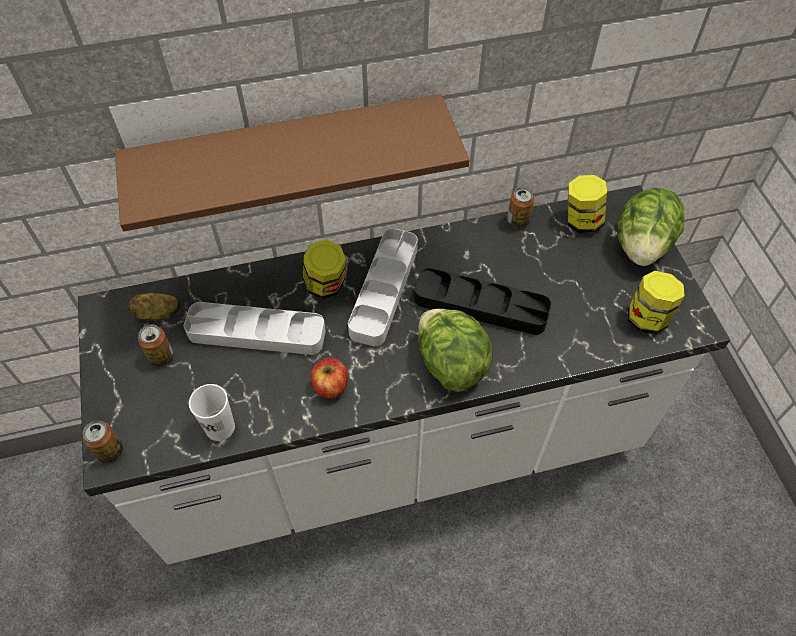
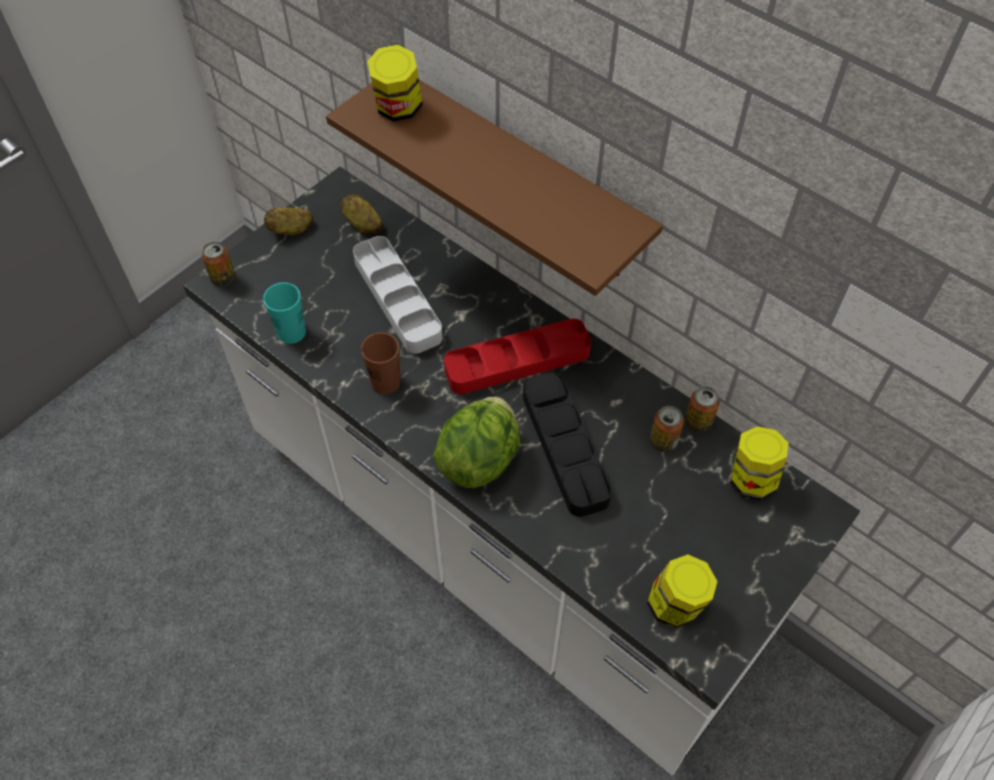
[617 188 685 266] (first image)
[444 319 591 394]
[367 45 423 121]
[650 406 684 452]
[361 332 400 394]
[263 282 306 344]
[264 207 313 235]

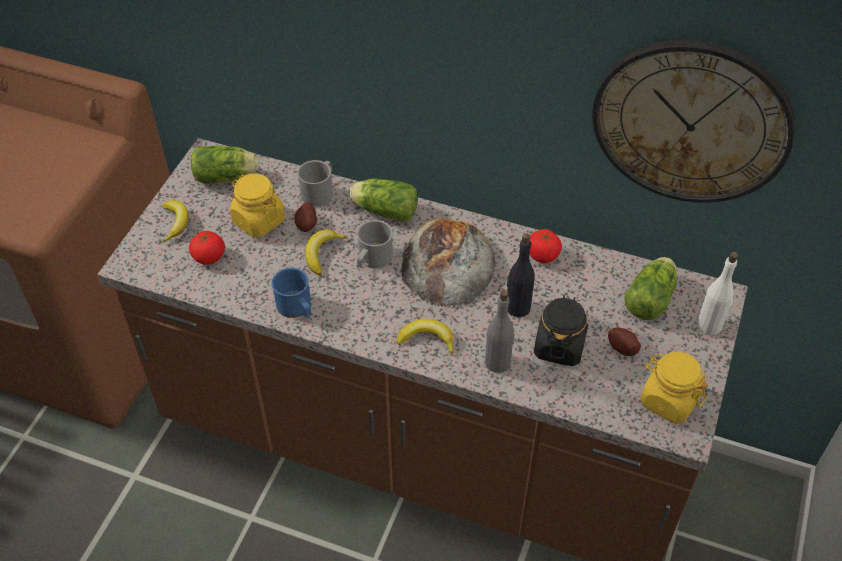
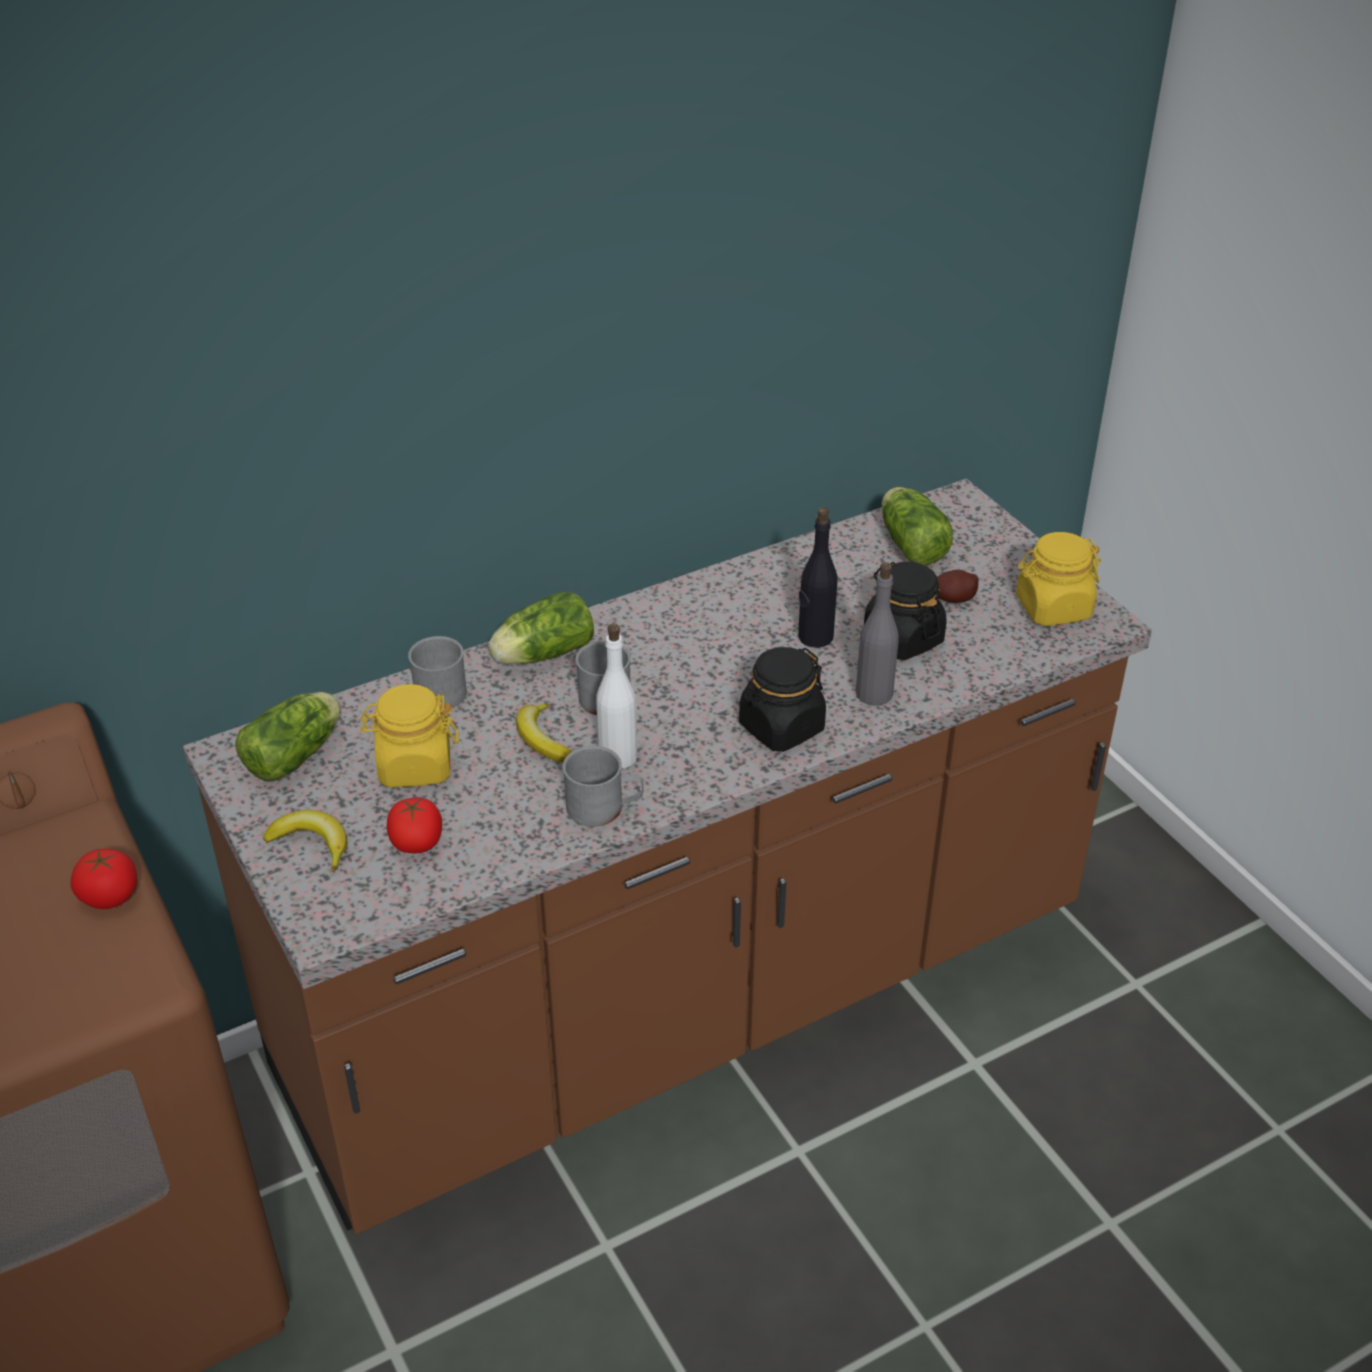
[592 39 795 203] (first image)
[294 202 317 232] (first image)
[401 218 495 308] (first image)
[71 849 137 909]
[596 623 637 769]
[563 746 643 827]
[739 647 826 752]

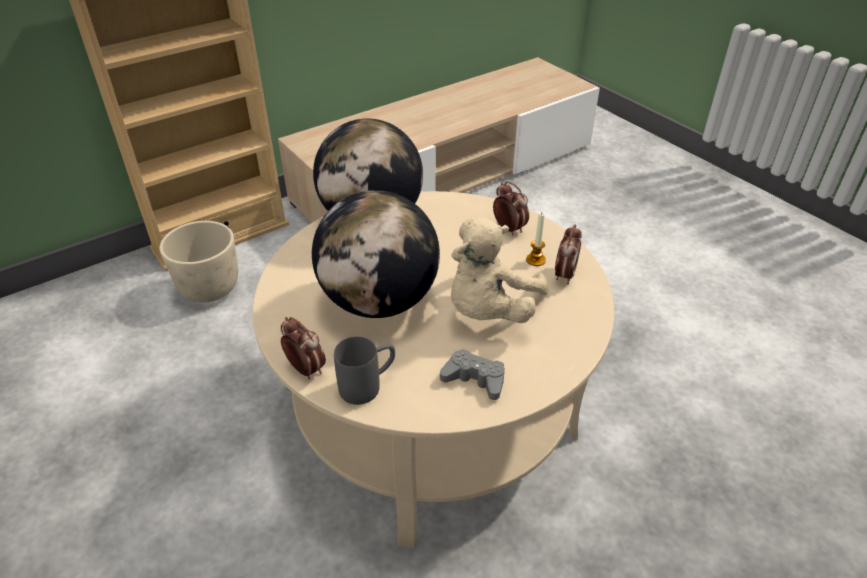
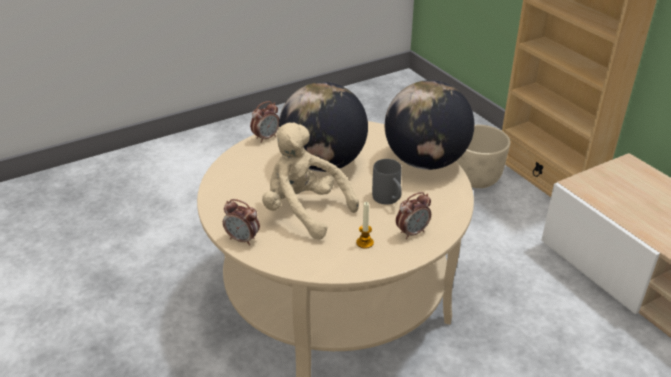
[223 199 260 246]
[372 159 402 205]
[440 349 505 400] (first image)

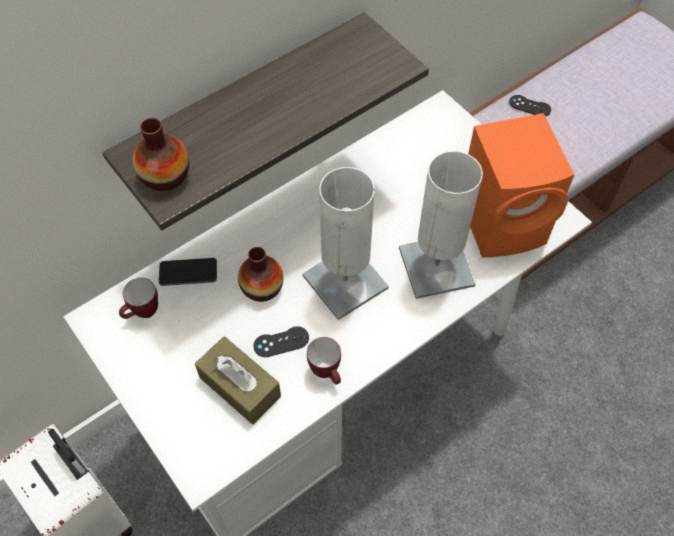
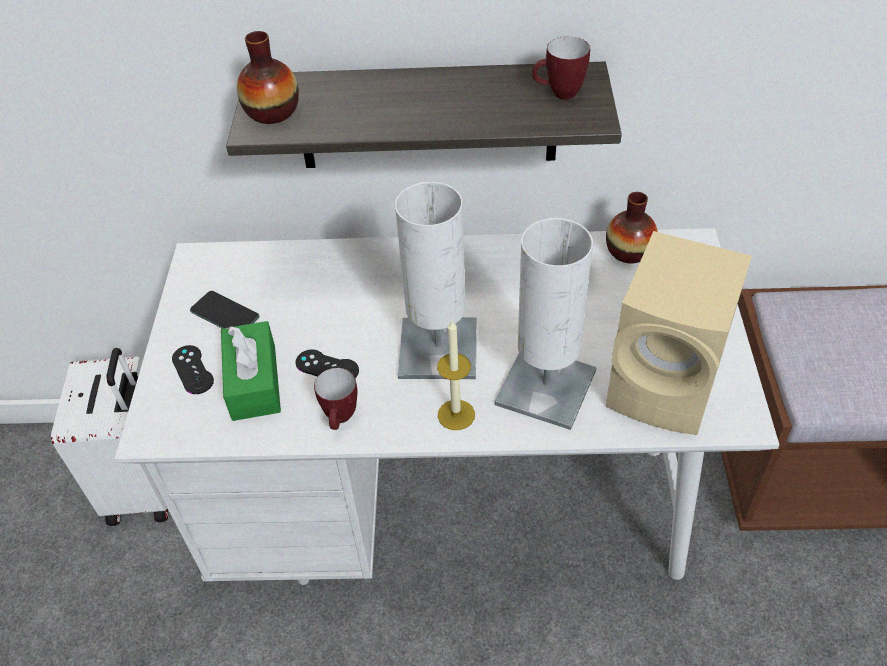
[172 345 214 394]
[606 231 752 435]
[606 192 658 264]
[190 291 259 328]
[532 36 590 100]
[221 321 281 421]
[437 321 475 430]

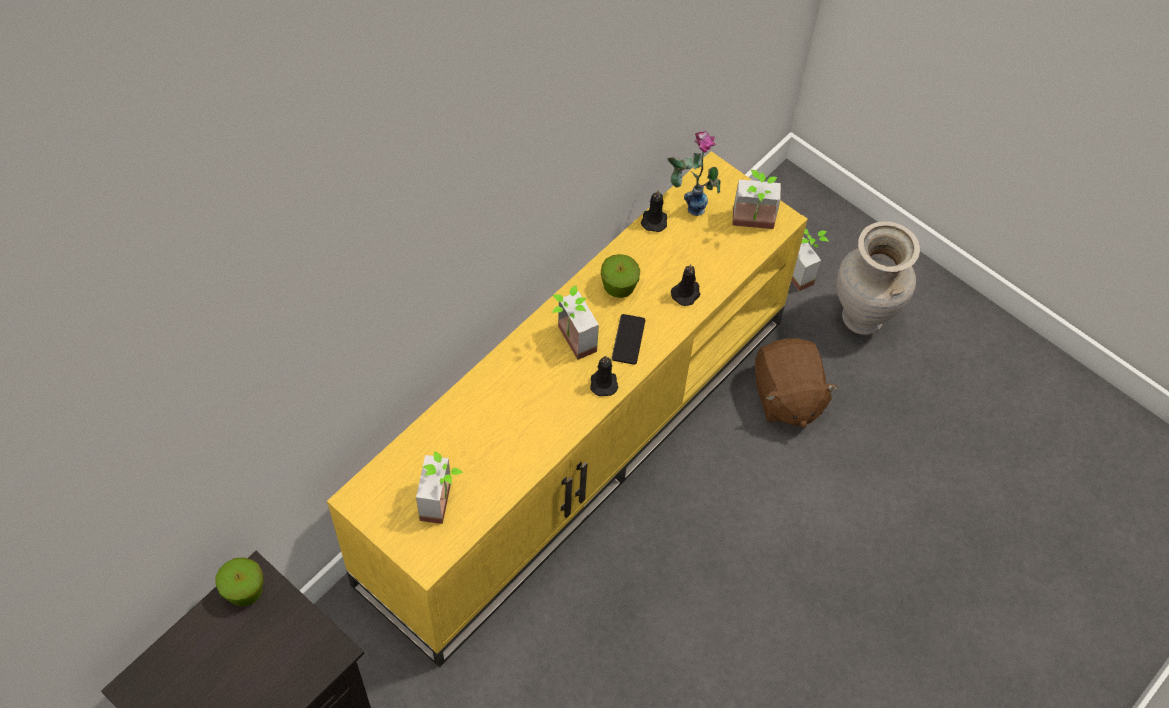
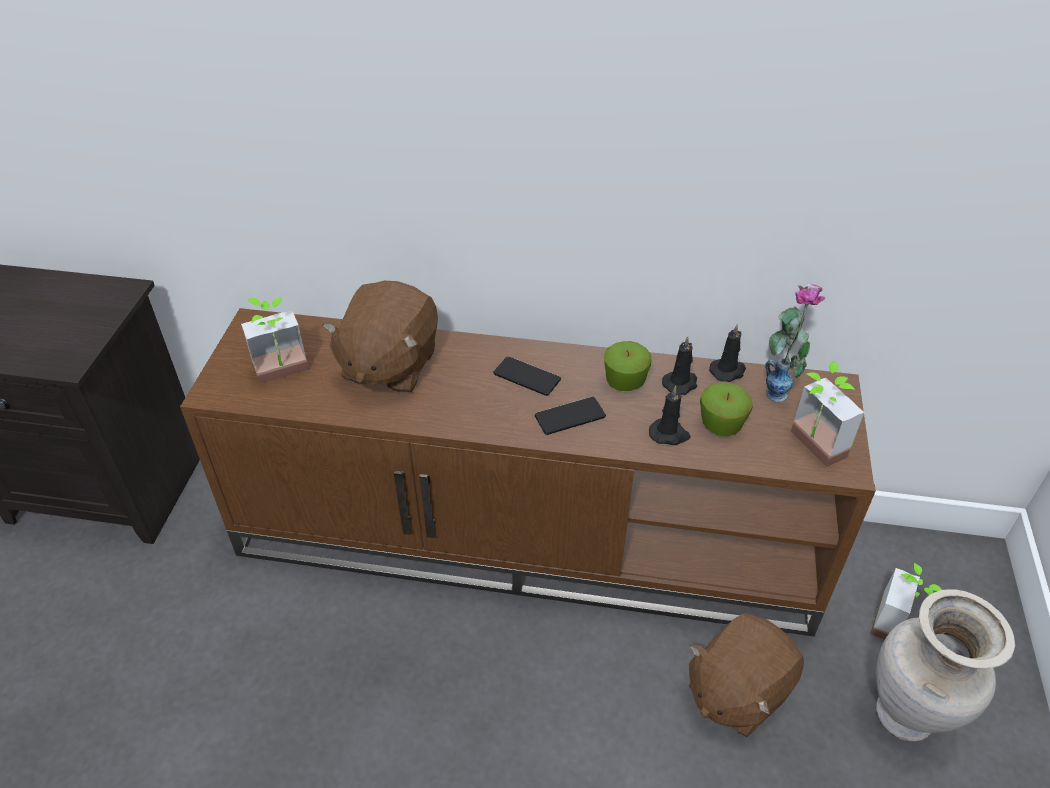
[180 308 876 636]
[493 356 561 396]
[662 336 697 395]
[700 383 753 436]
[322 281 438 394]

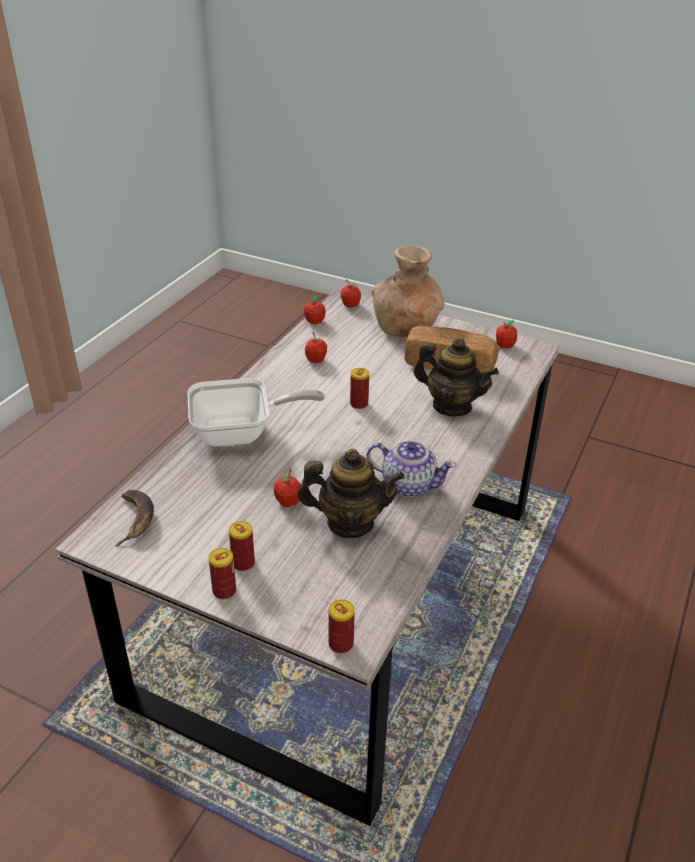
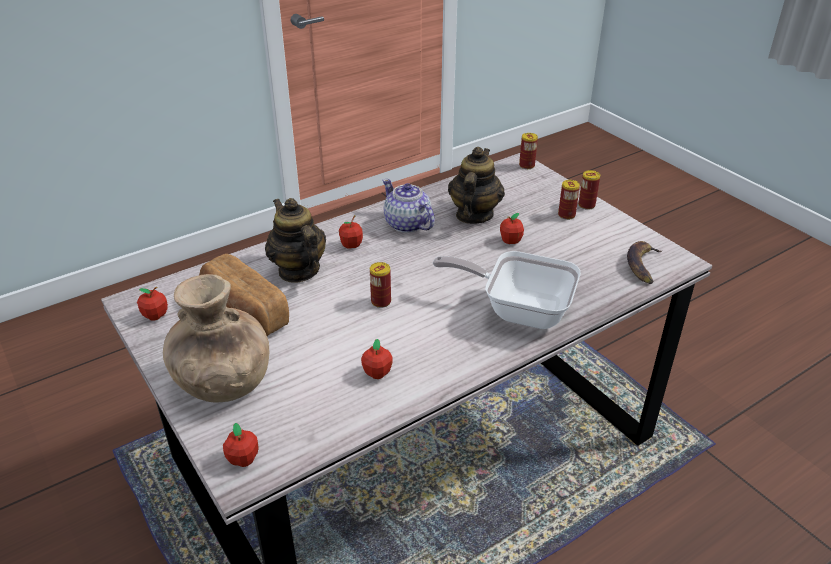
[339 215 363 249]
[448 147 505 224]

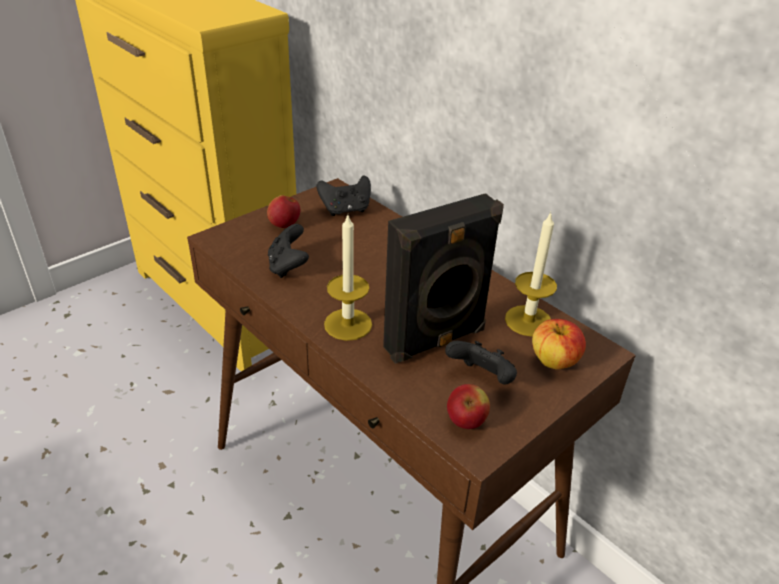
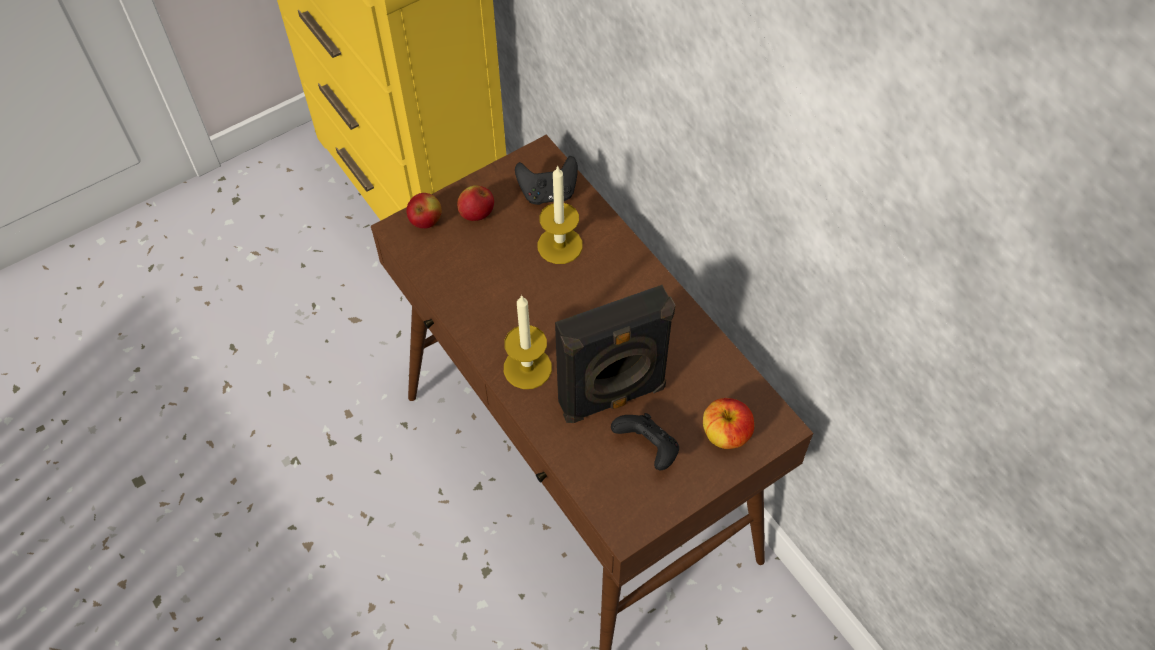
[538 165 583 264]
[268 224 309 278] (first image)
[406 193 442 229]

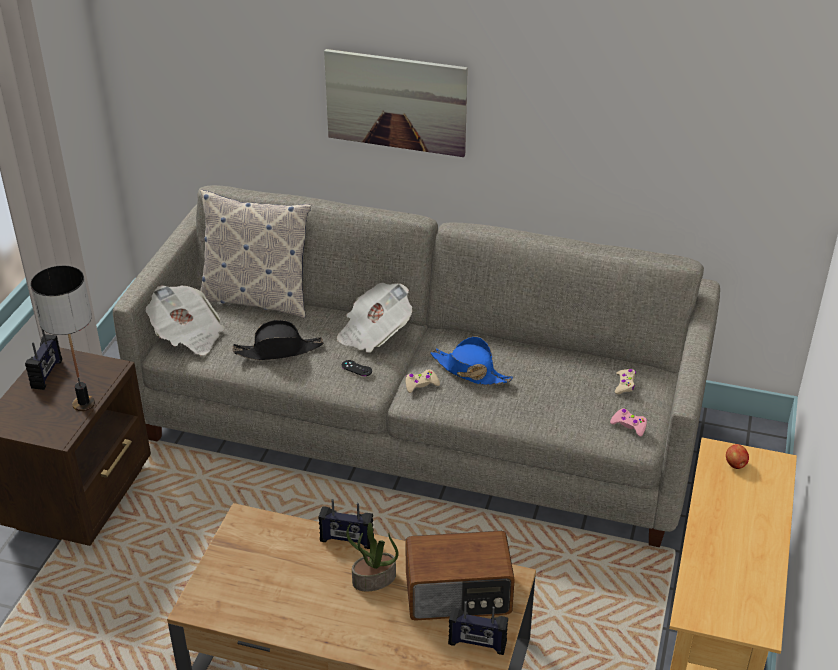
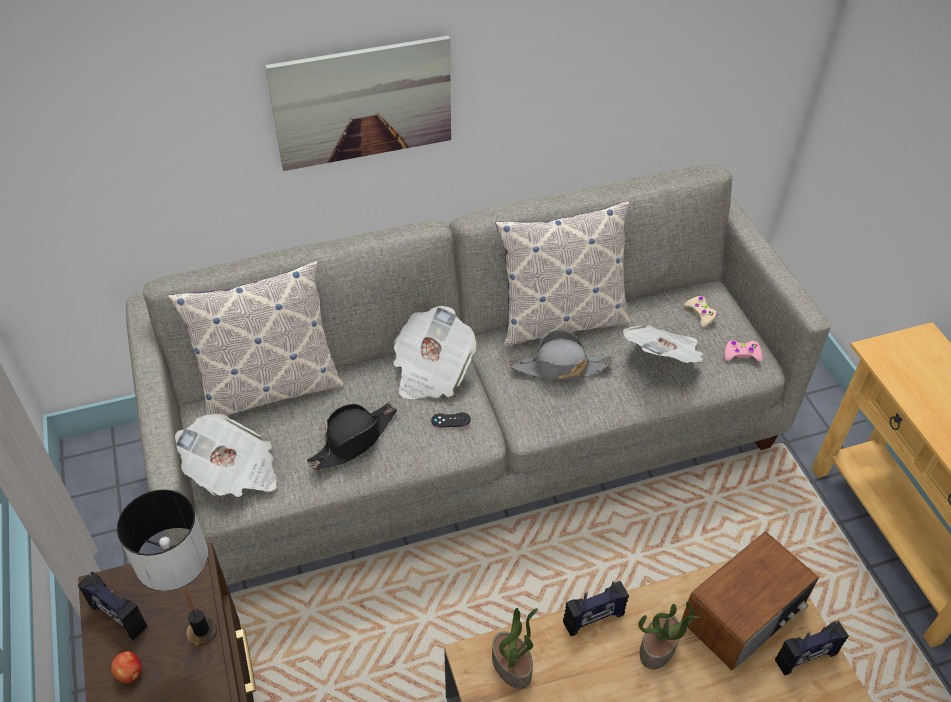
[78 571 148 640]
[509 330 613 380]
[406 369 440 393] (first image)
[111 651 142 684]
[495 201 630 348]
[623 325 704 363]
[492 608 538 689]

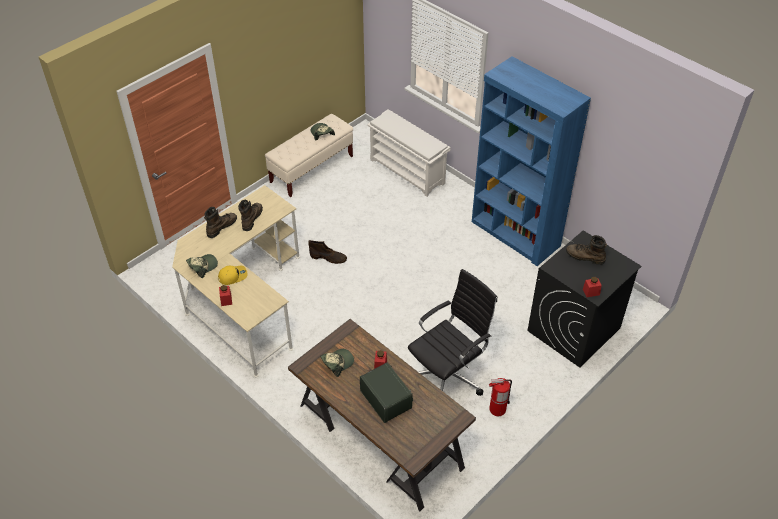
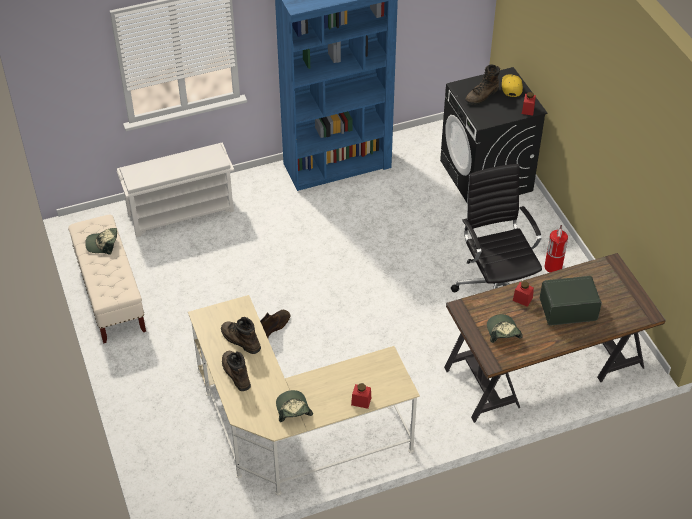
[502 75 523 97]

